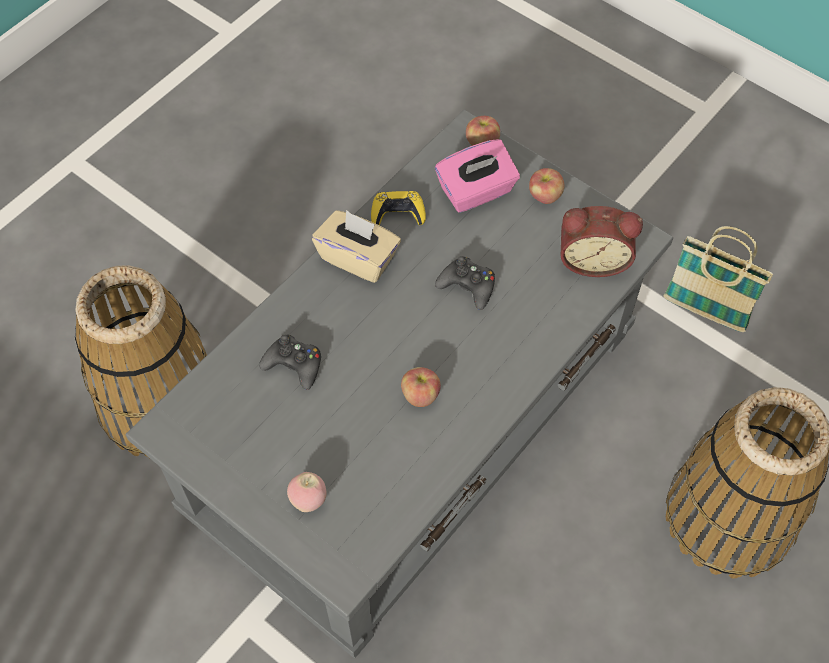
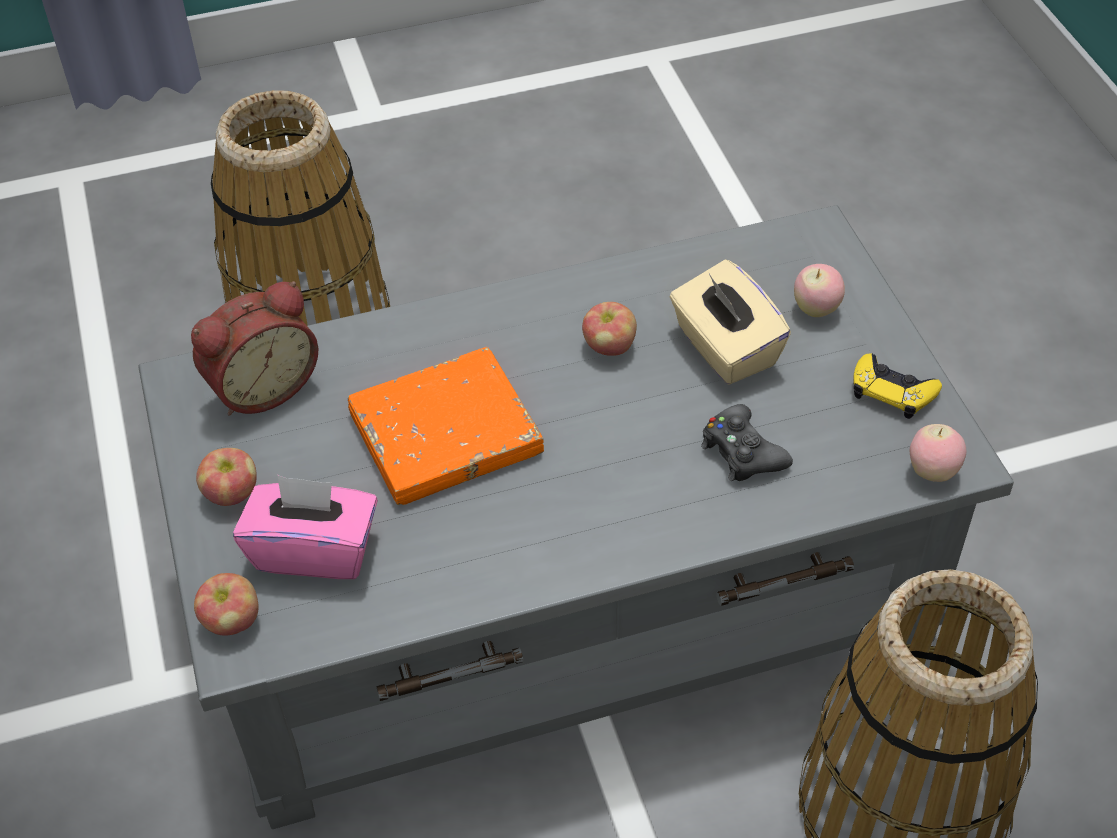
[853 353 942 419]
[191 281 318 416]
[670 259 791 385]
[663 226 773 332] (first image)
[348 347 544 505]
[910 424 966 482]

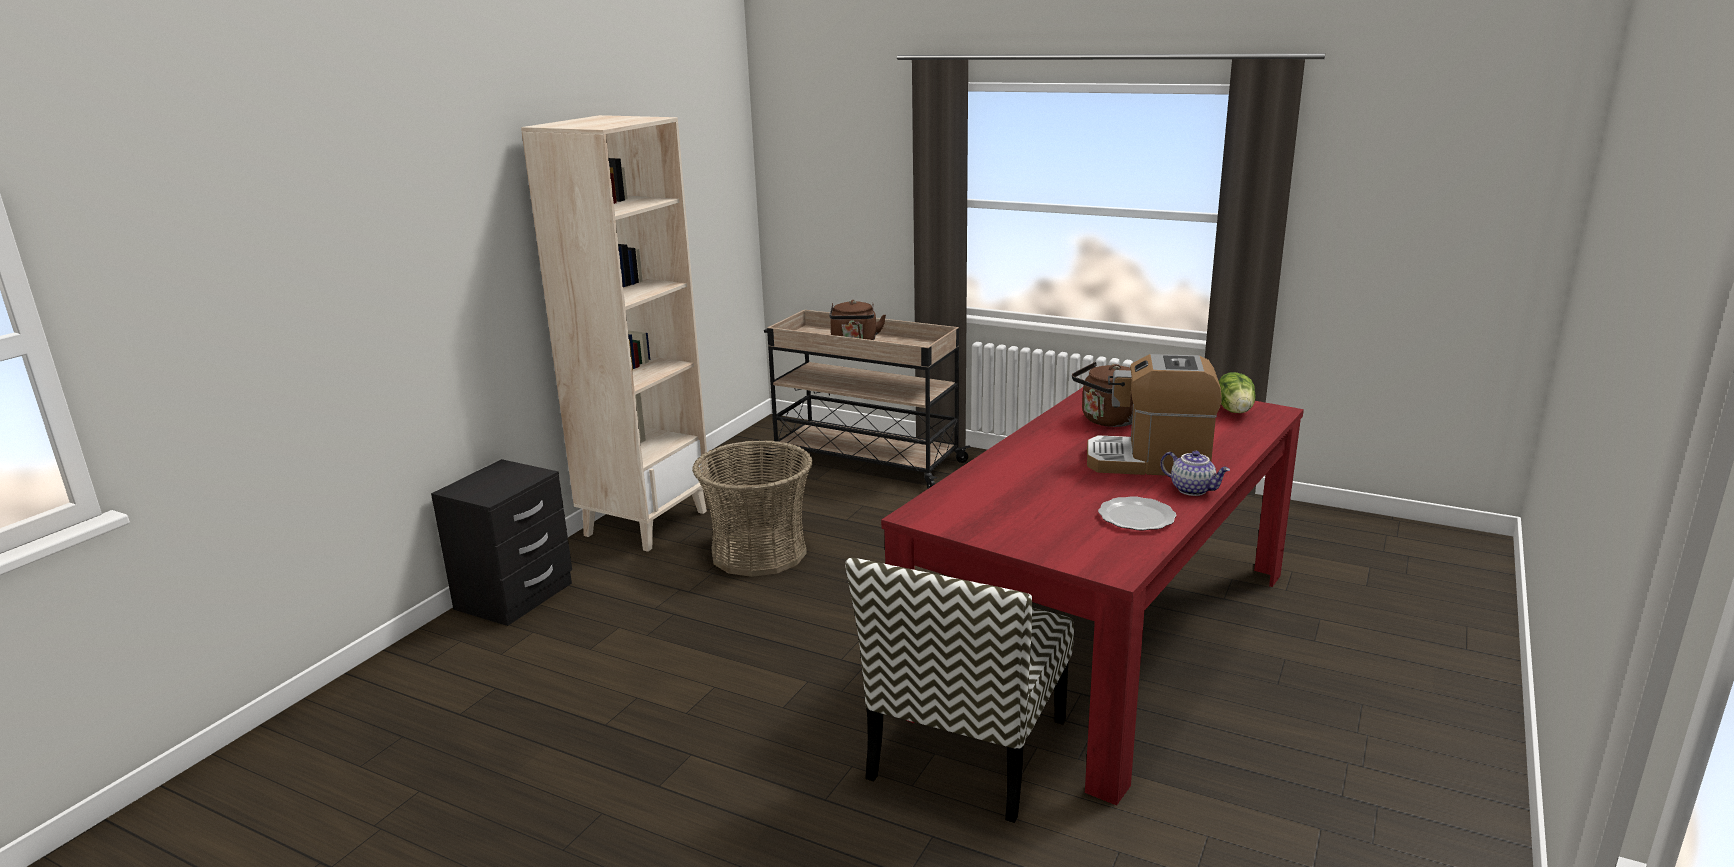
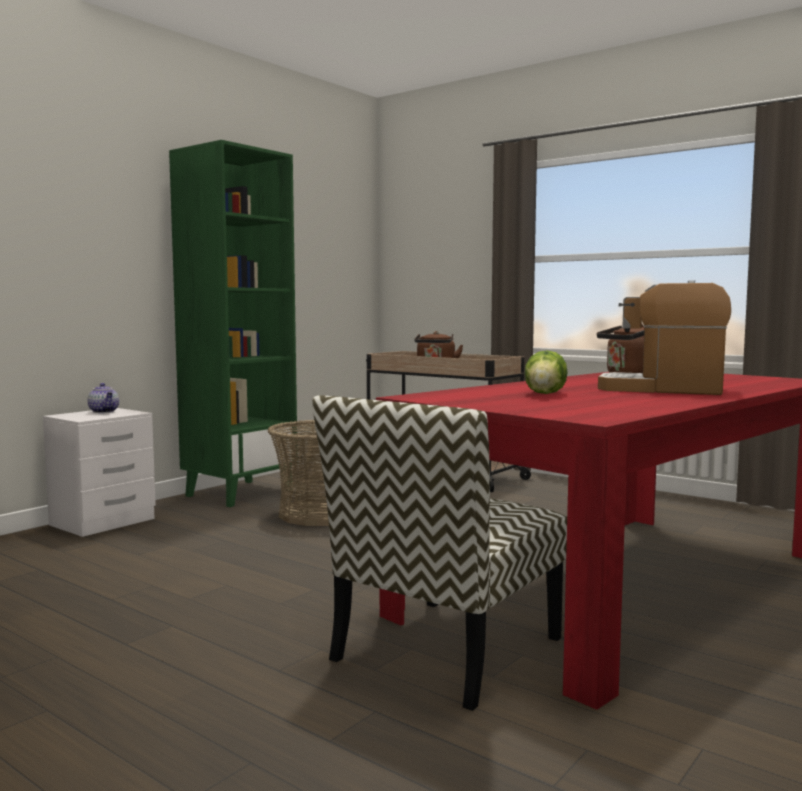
[169 140 298 507]
[525 350 567 394]
[88 383 119 413]
[43 408 156 537]
[1098 496 1177 530] (first image)

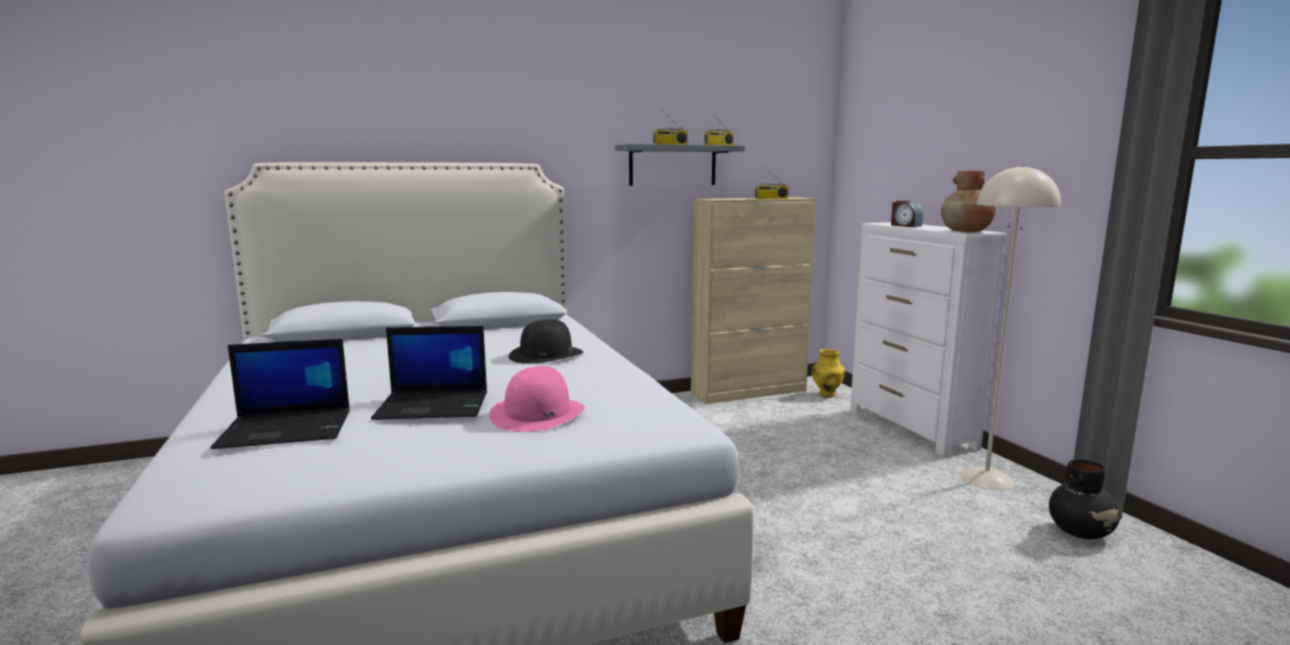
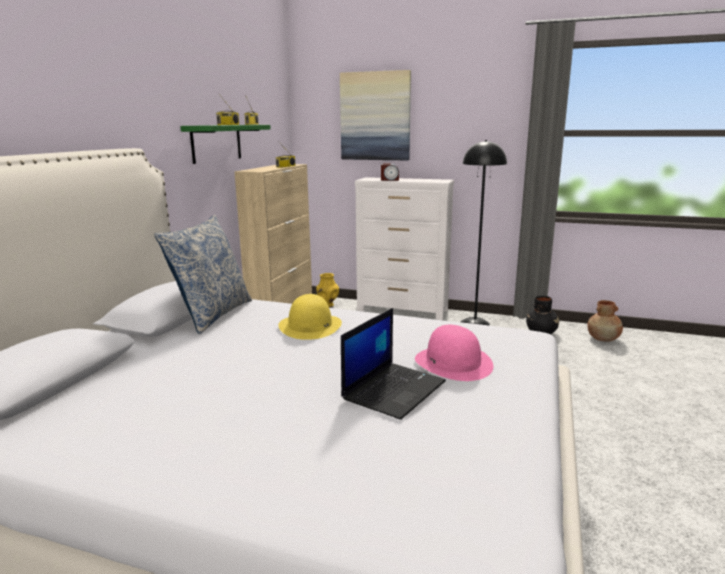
[180 125 271 164]
[461 140 507 326]
[587 300 623 342]
[278 294 342 340]
[211 339 350 449] (first image)
[340 70 411 160]
[154 215 252 334]

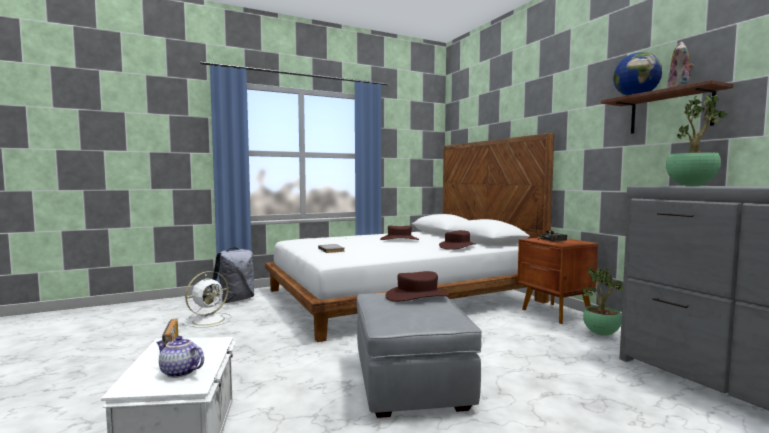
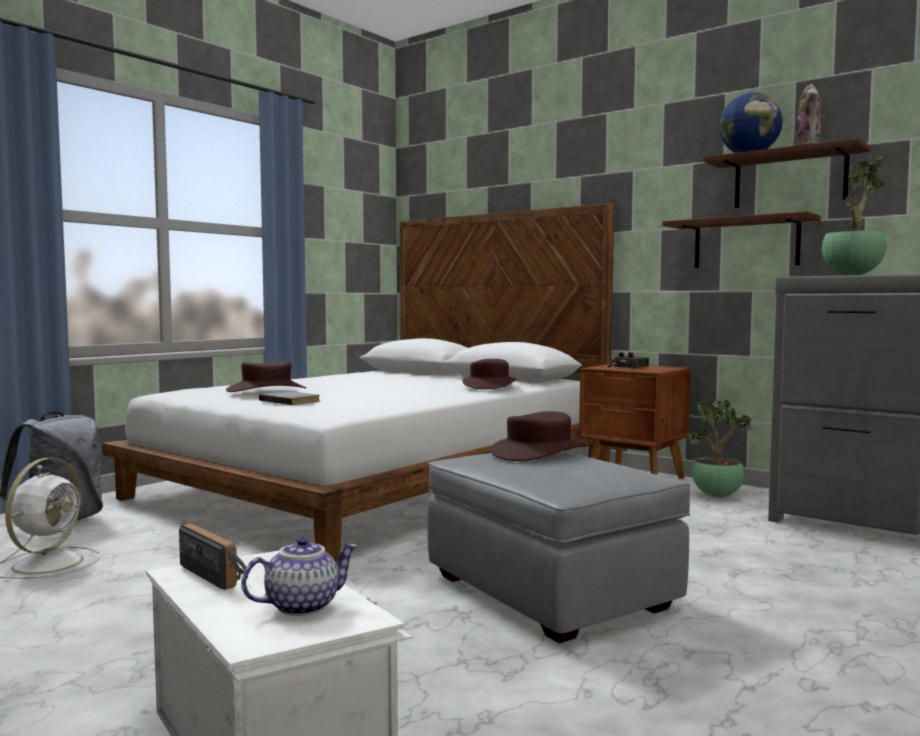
[226 361 306 392]
[241 536 358 616]
[662 211 821 268]

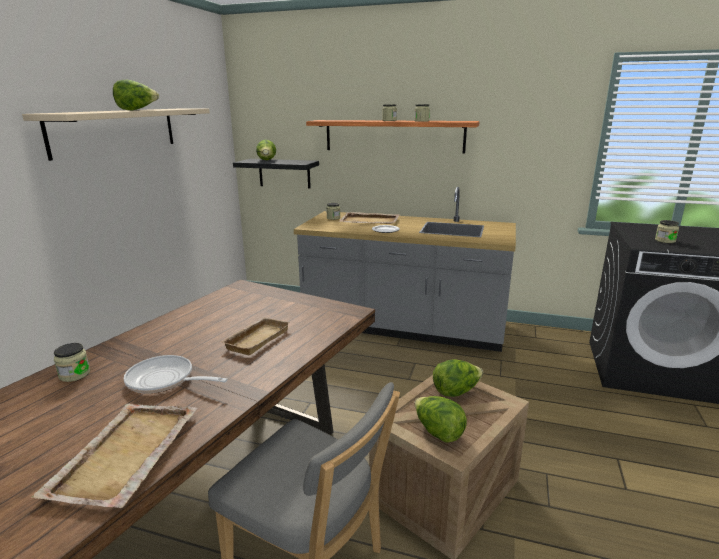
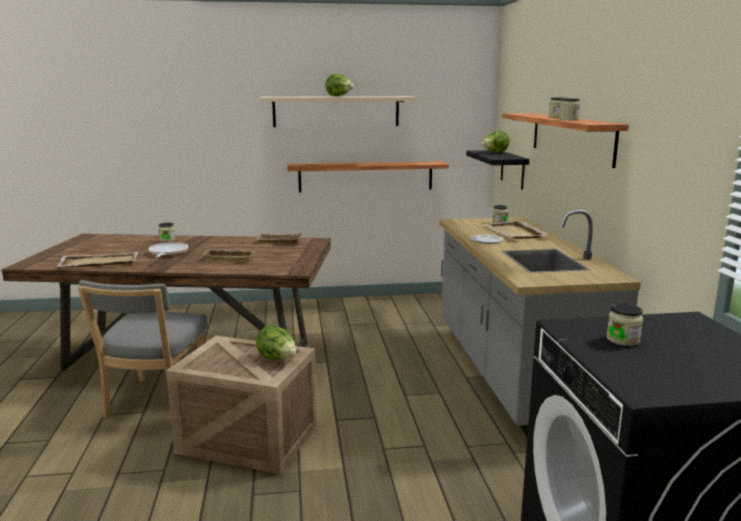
[415 396 467 443] (first image)
[287 161 449 192]
[255 233 303 244]

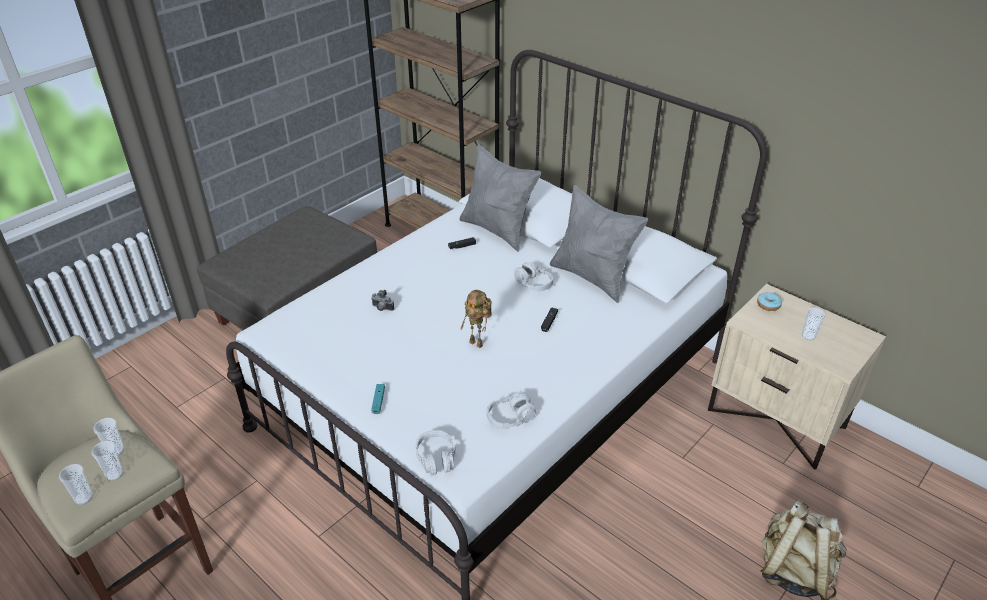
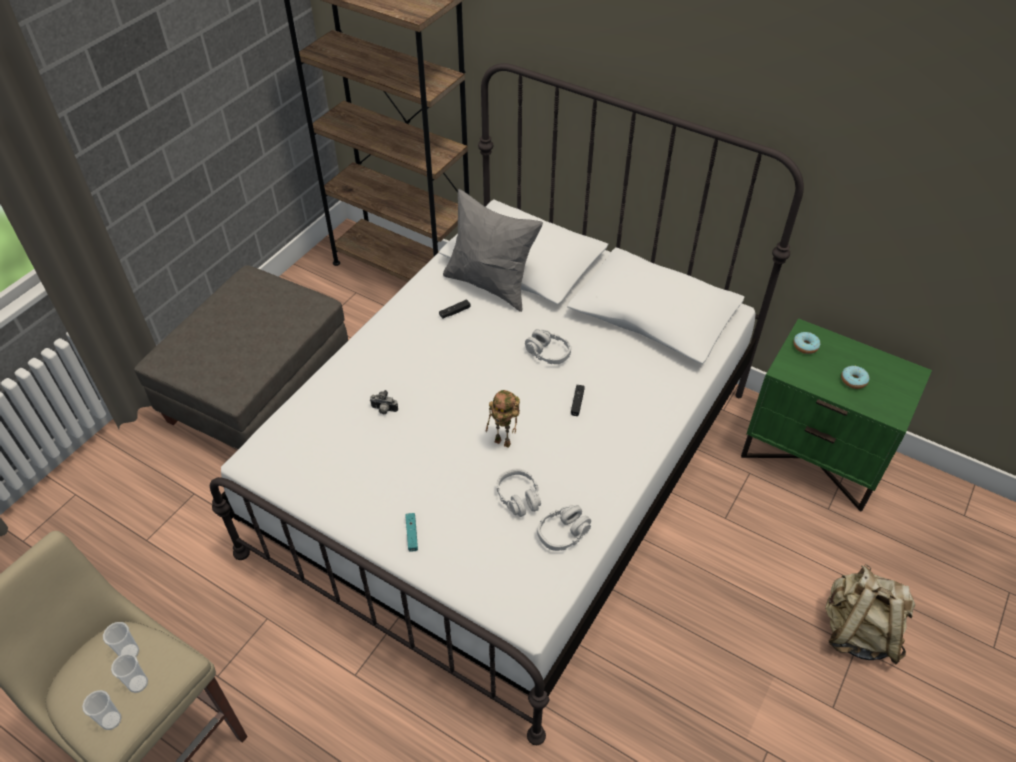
[550 185 648 303] (first image)
[741 318 932 512]
[841 366 870 389]
[497 468 541 517]

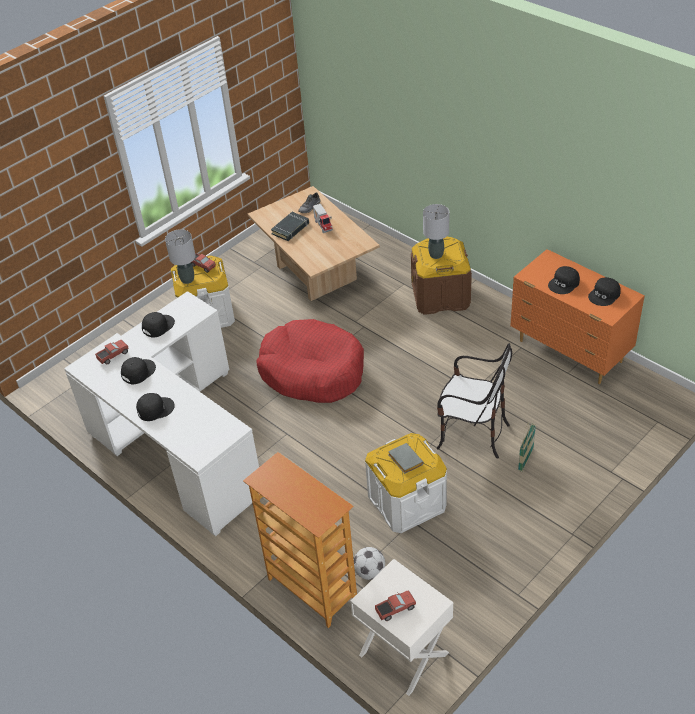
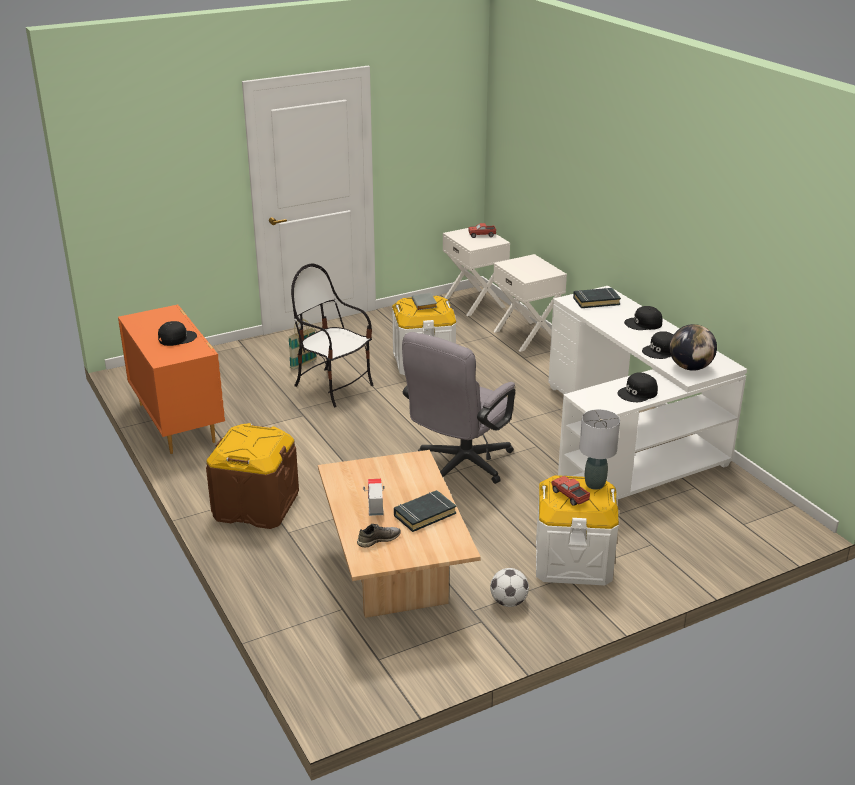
[423 204 449 259] (first image)
[588 277 621 306] (first image)
[402 332 515 484]
[670 324 717 371]
[493 254 567 352]
[490 568 529 607]
[573 288 621 308]

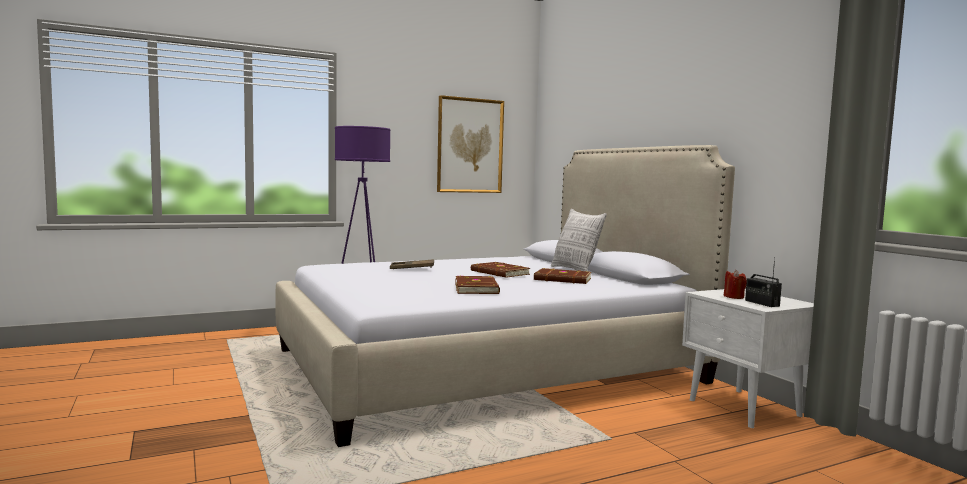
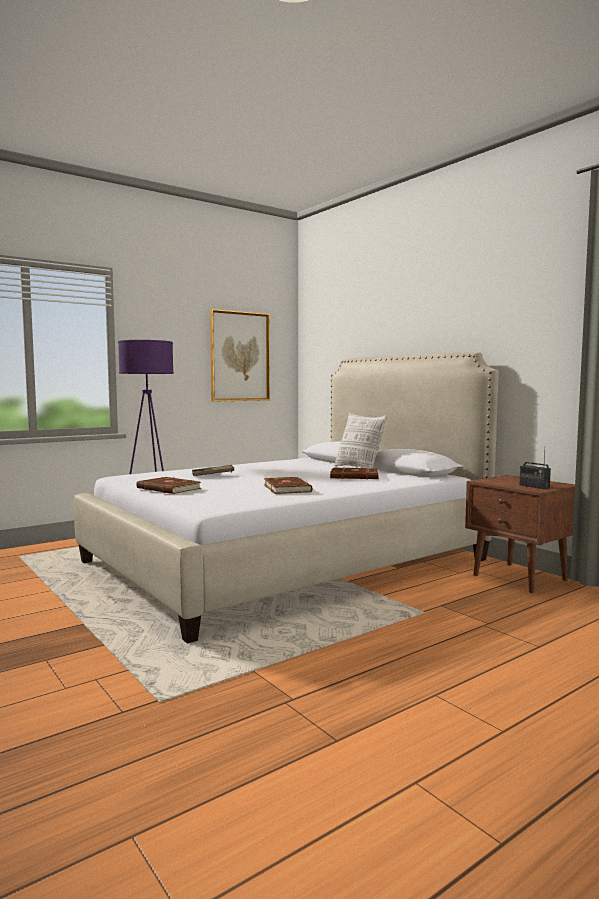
[136 477 201 494]
[724 270 747 299] (first image)
[465 475 575 593]

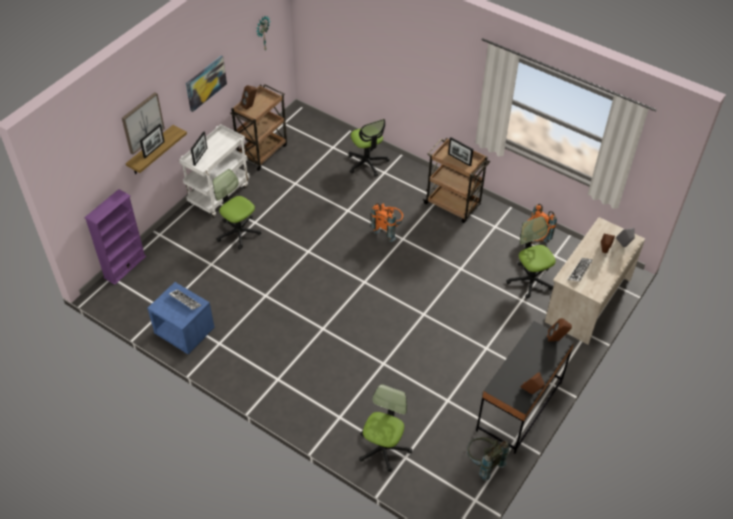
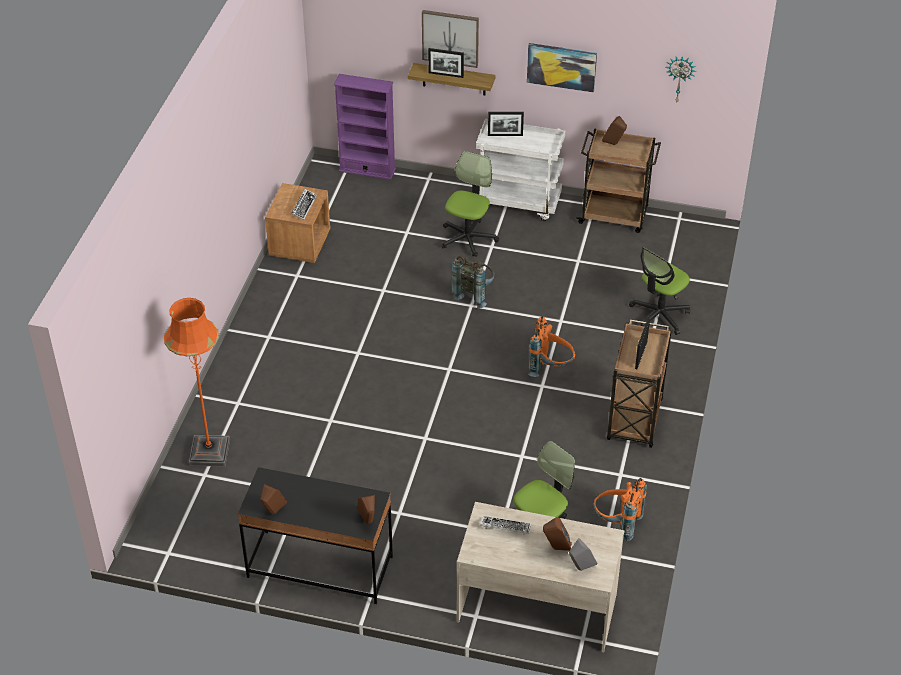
[265 183 331 263]
[164 298 230 467]
[452 256 495 309]

